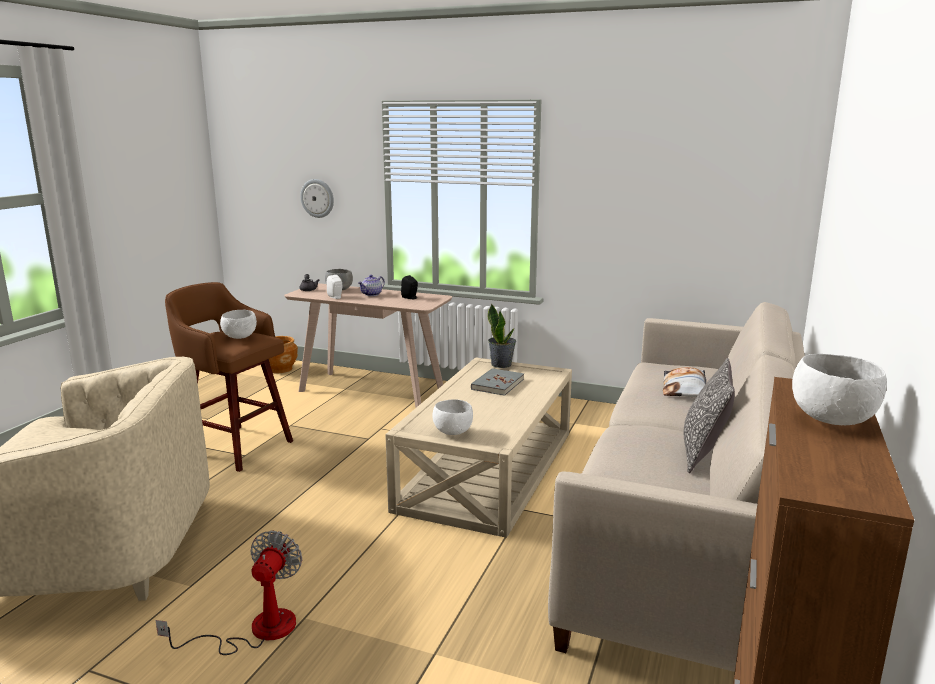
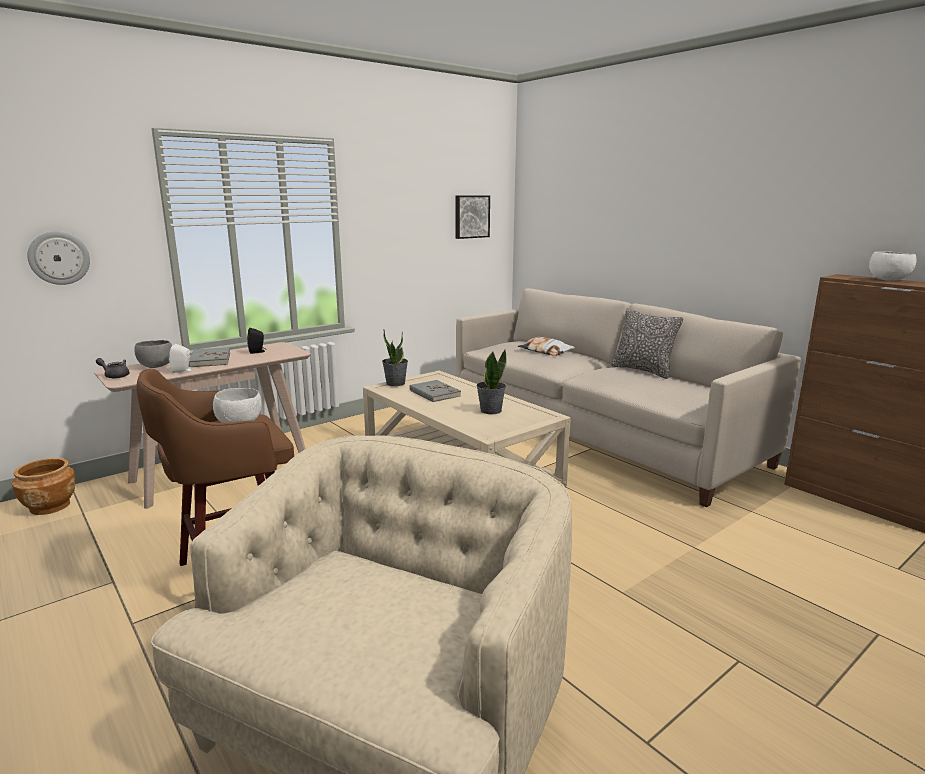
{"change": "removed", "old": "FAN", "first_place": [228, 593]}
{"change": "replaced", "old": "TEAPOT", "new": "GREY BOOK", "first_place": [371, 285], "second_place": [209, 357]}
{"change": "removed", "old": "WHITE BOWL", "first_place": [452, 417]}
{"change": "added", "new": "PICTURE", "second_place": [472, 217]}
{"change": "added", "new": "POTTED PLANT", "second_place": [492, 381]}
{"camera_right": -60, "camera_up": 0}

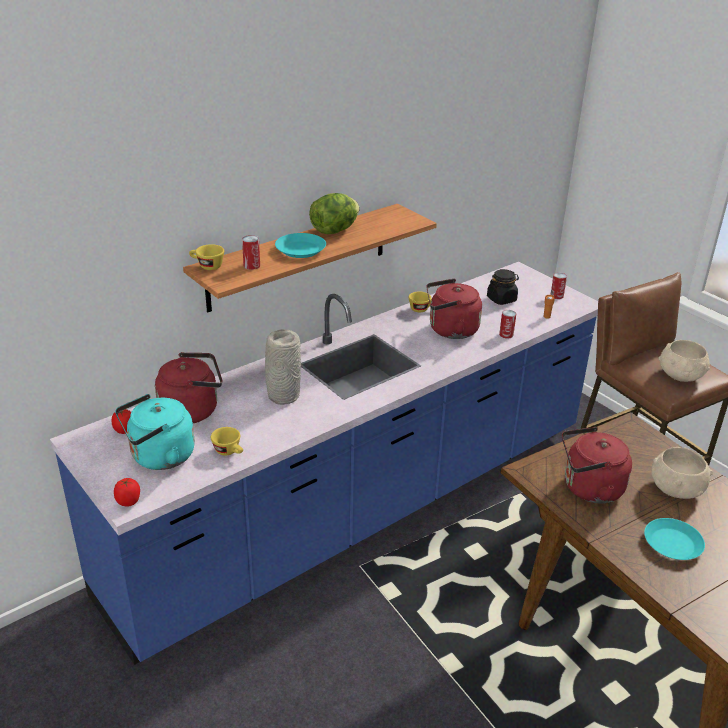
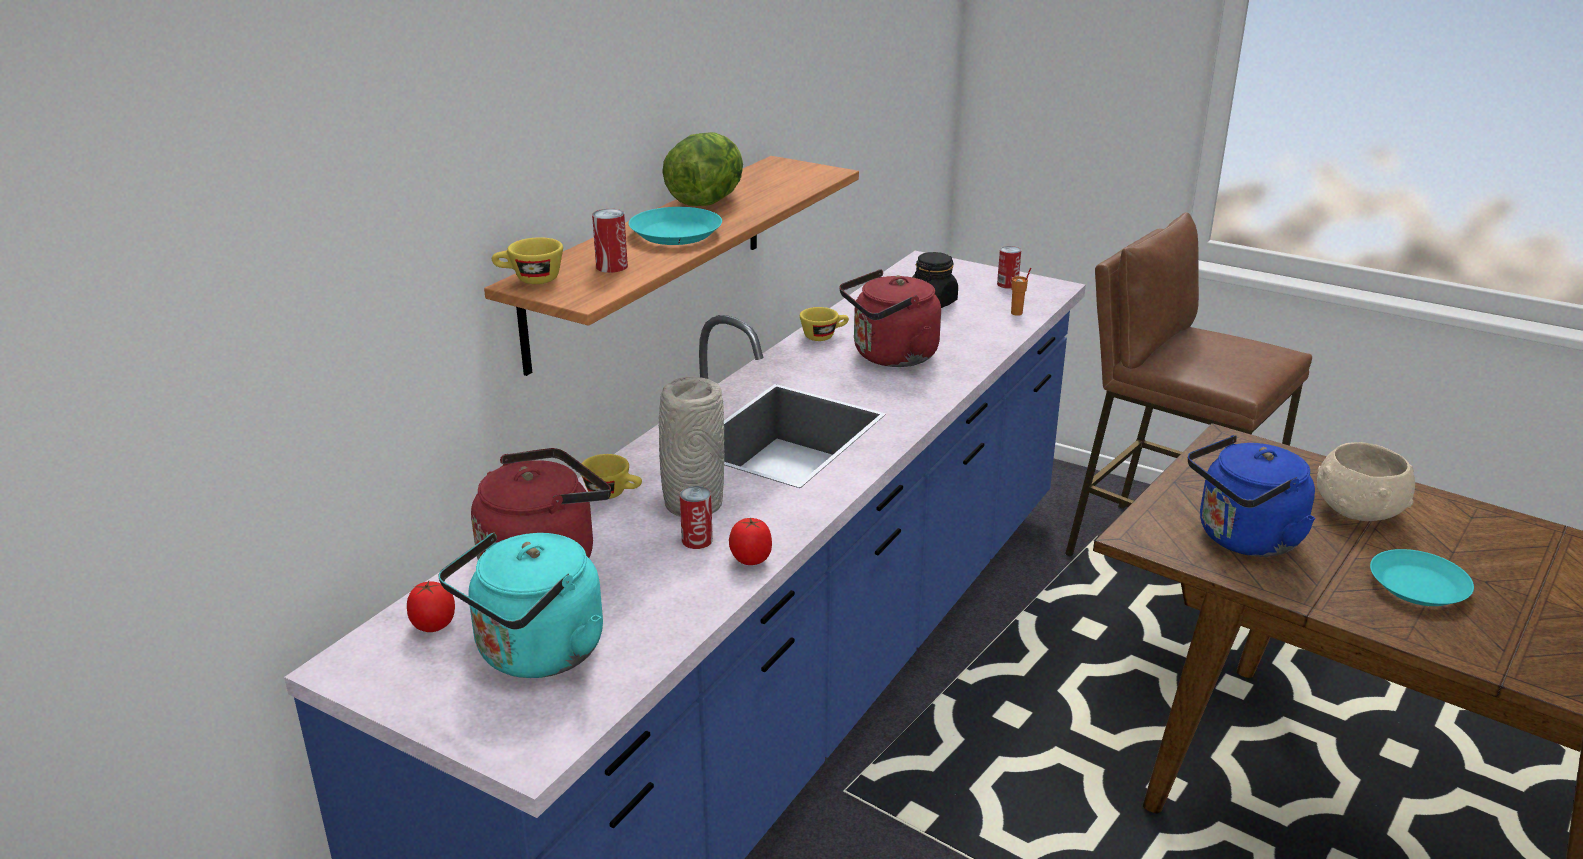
{"change": "moved", "old": "TOMATO", "first_place": [127, 492], "second_place": [750, 541]}
{"change": "moved", "old": "YELLOW CUP", "first_place": [227, 441], "second_place": [611, 476]}
{"change": "moved", "old": "CAN", "first_place": [507, 324], "second_place": [696, 517]}
{"change": "recoloured", "old": "RED KETTLE", "new": "BLUE KETTLE", "first_place": [597, 465], "second_place": [1252, 496]}
{"change": "removed", "old": "BEIGE BOWL", "first_place": [684, 361]}
{"camera_right": -20, "camera_up": -5}

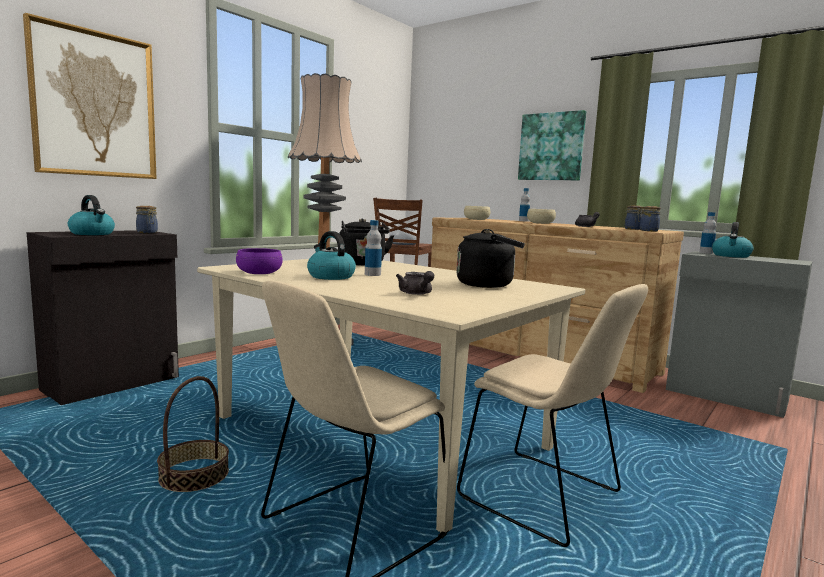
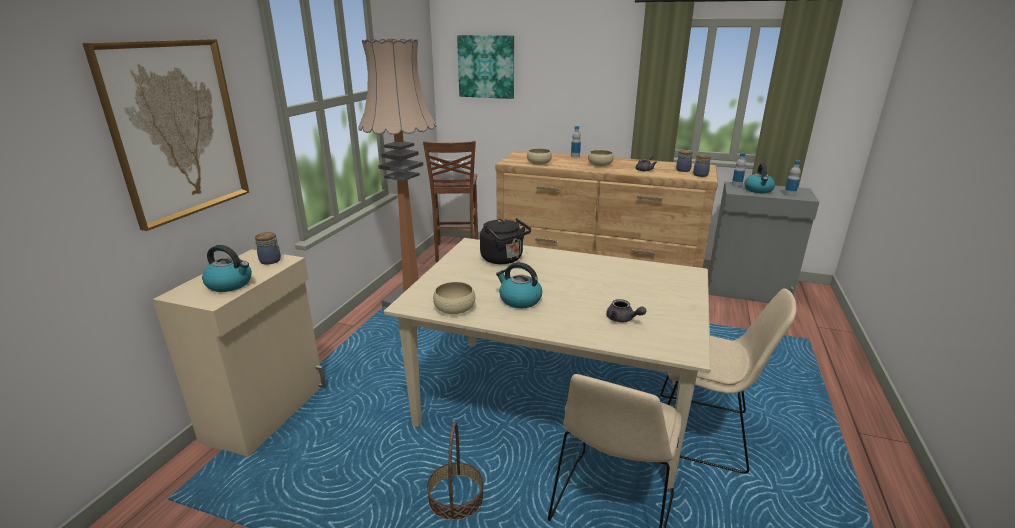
{"change": "recoloured", "old": "BLACK CABINET", "new": "BEIGE CABINET", "first_place": [102, 317], "second_place": [239, 353]}
{"change": "recoloured", "old": "PURPLE BOWL", "new": "BEIGE BOWL", "first_place": [259, 261], "second_place": [454, 298]}
{"change": "moved", "old": "BOTTLE", "first_place": [373, 248], "second_place": [792, 178]}
{"change": "removed", "old": "BLACK KETTLE", "first_place": [490, 258]}
{"change": "moved", "old": "PICTURE", "first_place": [552, 145], "second_place": [485, 67]}
{"camera_right": -20, "camera_up": 15}

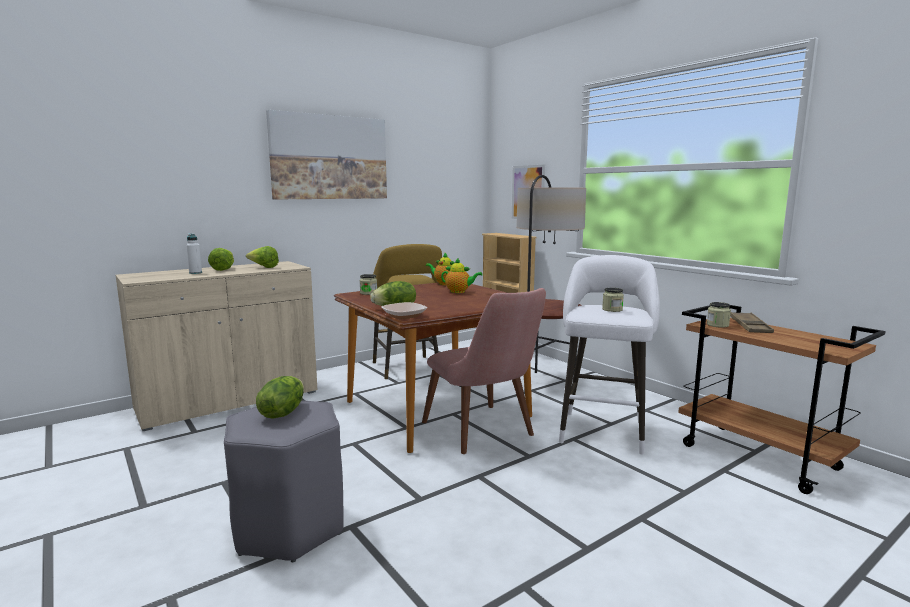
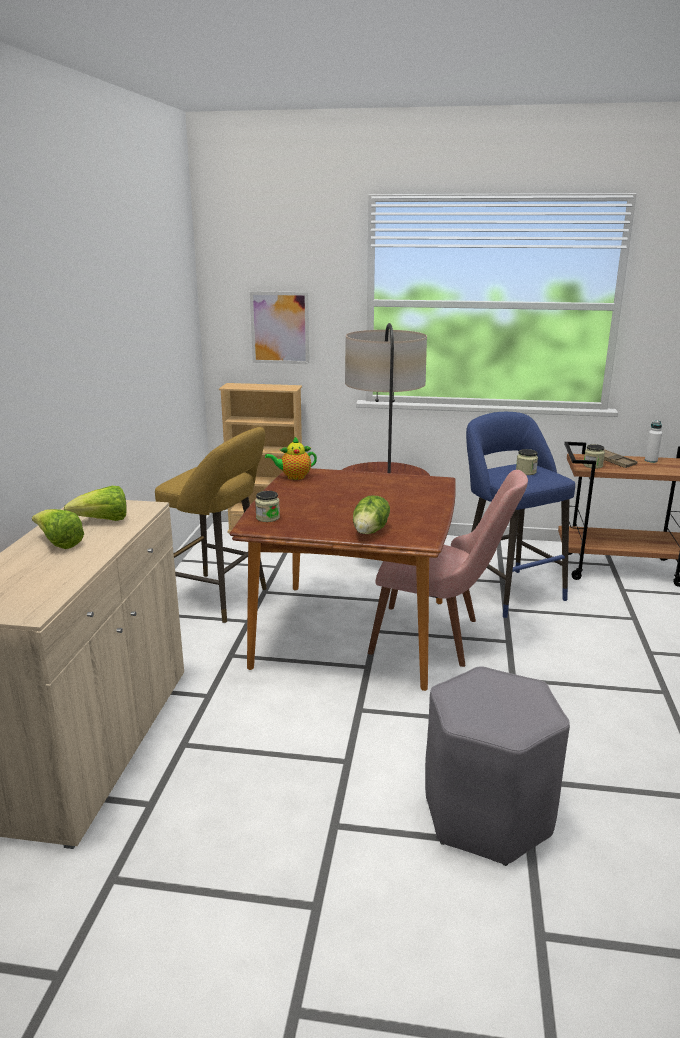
{"change": "moved", "old": "WHITE BOTTLE", "first_place": [194, 253], "second_place": [653, 441]}
{"change": "removed", "old": "LETTUCE", "first_place": [280, 397]}
{"change": "removed", "old": "PICTURE", "first_place": [326, 155]}
{"change": "removed", "old": "BOWL", "first_place": [404, 310]}
{"change": "removed", "old": "TEAPOT", "first_place": [462, 275]}
{"change": "recoloured", "old": "WHITE STOOL", "new": "BLUE STOOL", "first_place": [609, 355], "second_place": [520, 515]}
{"camera_right": -45, "camera_up": 10}

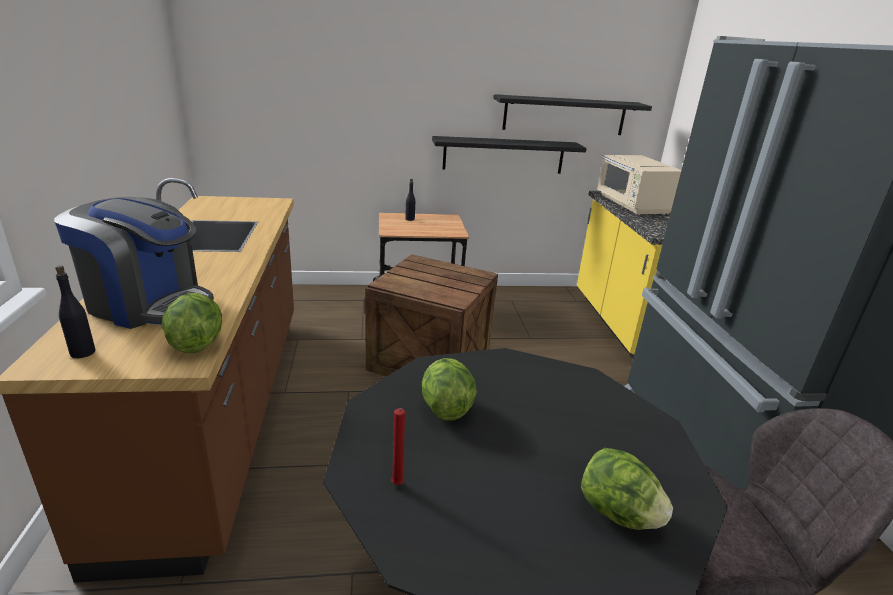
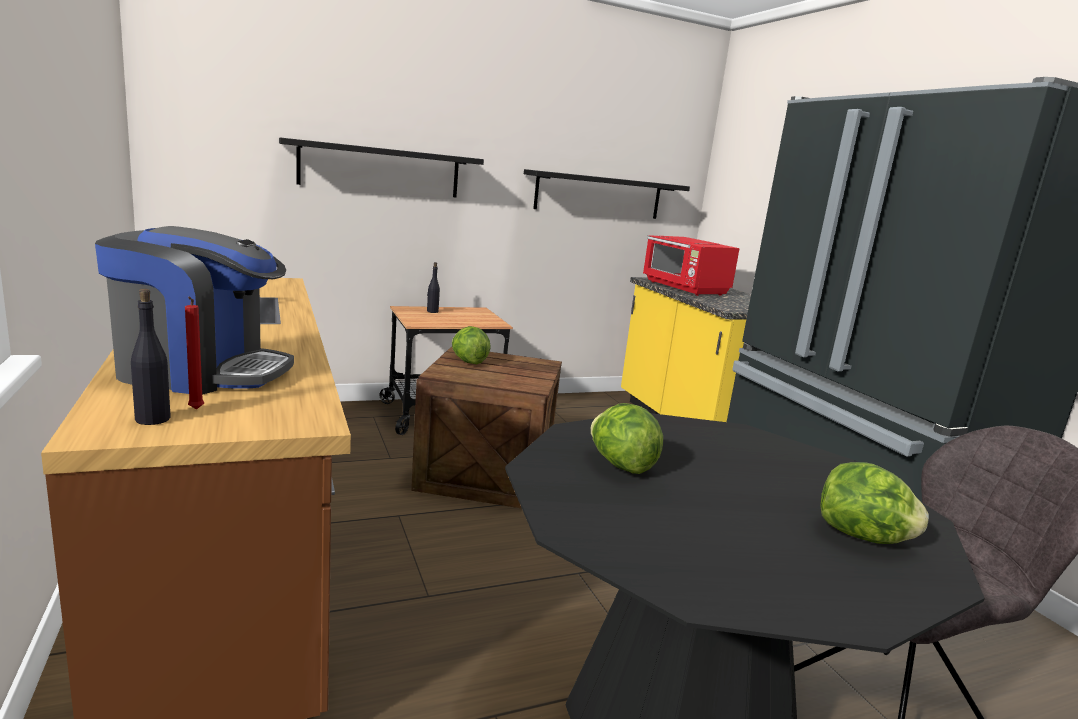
{"change": "moved", "old": "LETTUCE", "first_place": [192, 322], "second_place": [471, 345]}
{"change": "moved", "old": "RED CANDLE", "first_place": [398, 446], "second_place": [194, 353]}
{"change": "moved", "old": "BLACK SHELF", "first_place": [509, 155], "second_place": [381, 167]}
{"change": "recoloured", "old": "BEIGE MICROWAVE", "new": "RED MICROWAVE", "first_place": [639, 185], "second_place": [691, 265]}
{"camera_right": -15, "camera_up": -10}

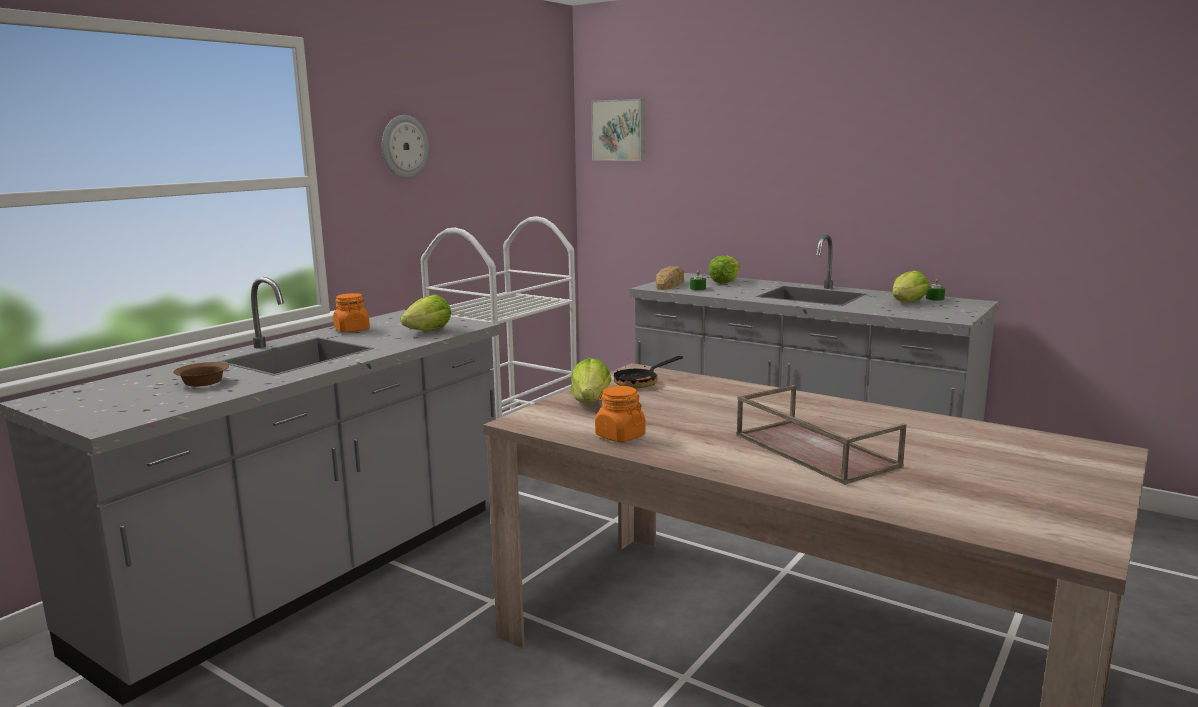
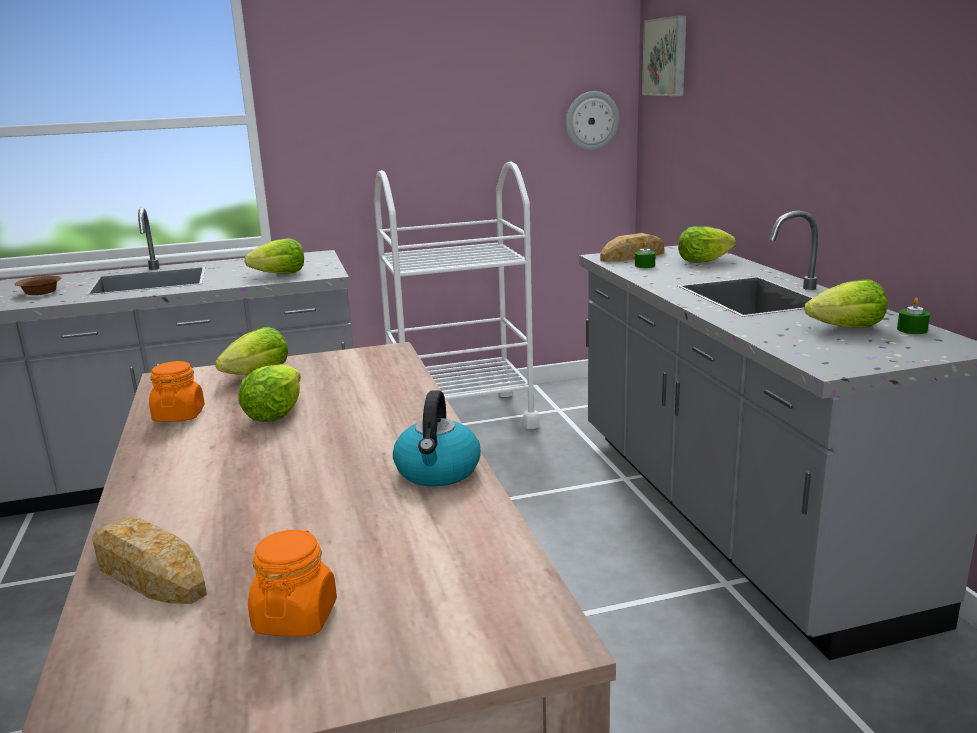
{"change": "moved", "old": "ORANGE JAR", "first_place": [351, 312], "second_place": [292, 583]}
{"change": "moved", "old": "WALL CLOCK", "first_place": [405, 146], "second_place": [592, 121]}
{"change": "removed", "old": "FRYING PAN", "first_place": [648, 372]}
{"change": "removed", "old": "BROWN TRAY", "first_place": [821, 435]}
{"change": "added", "new": "BREAD", "second_place": [149, 560]}
{"change": "added", "new": "LETTUCE", "second_place": [269, 393]}
{"change": "added", "new": "KETTLE", "second_place": [437, 438]}
{"camera_right": 40, "camera_up": 5}

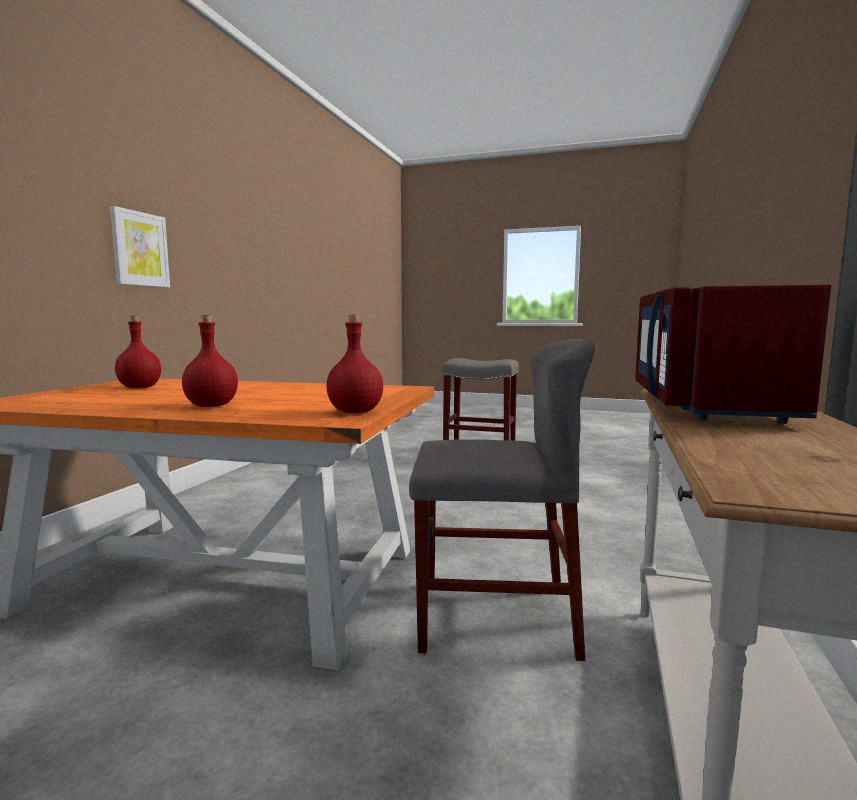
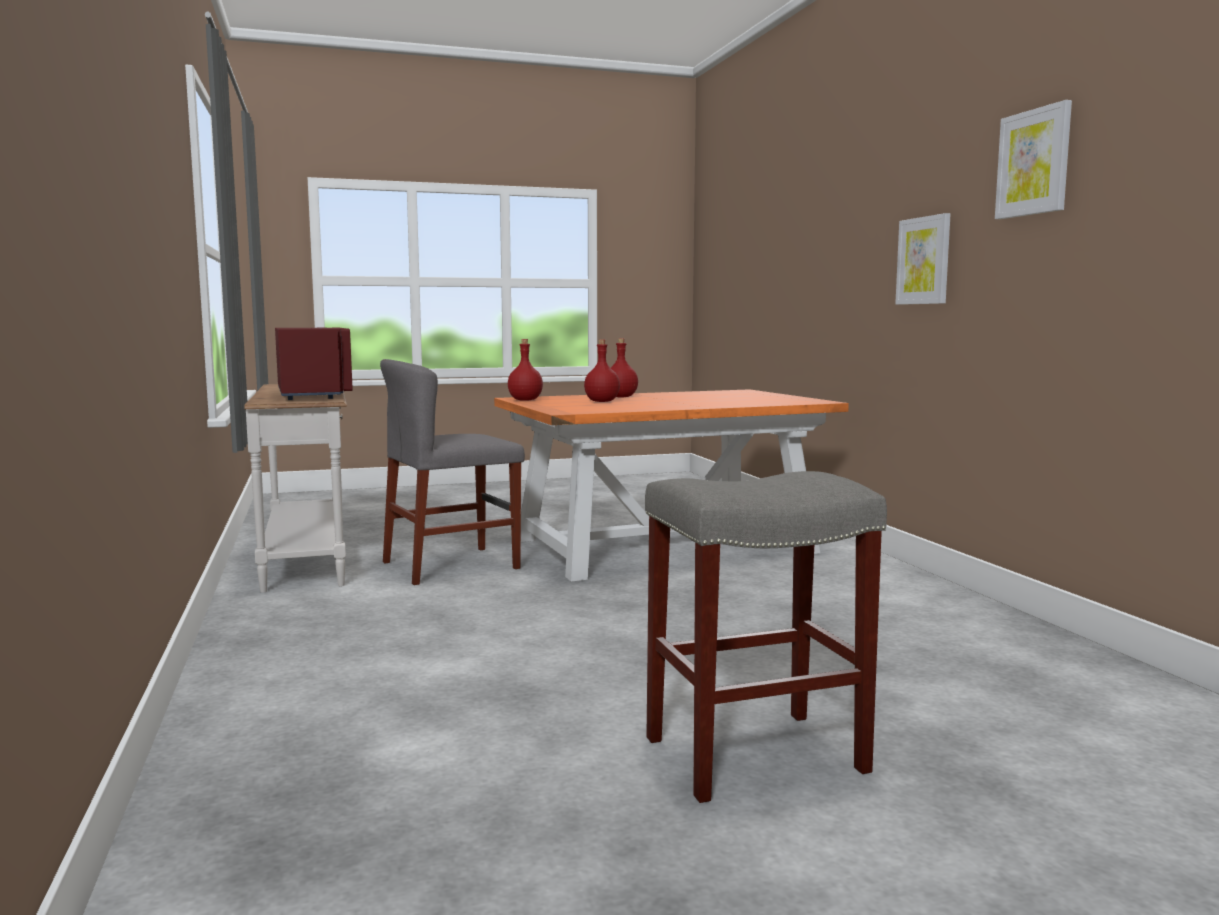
{"change": "moved", "old": "RED BOTTLE", "first_place": [138, 352], "second_place": [602, 370]}
{"change": "added", "new": "PICTURE", "second_place": [1033, 159]}
{"camera_right": 145, "camera_up": 0}

